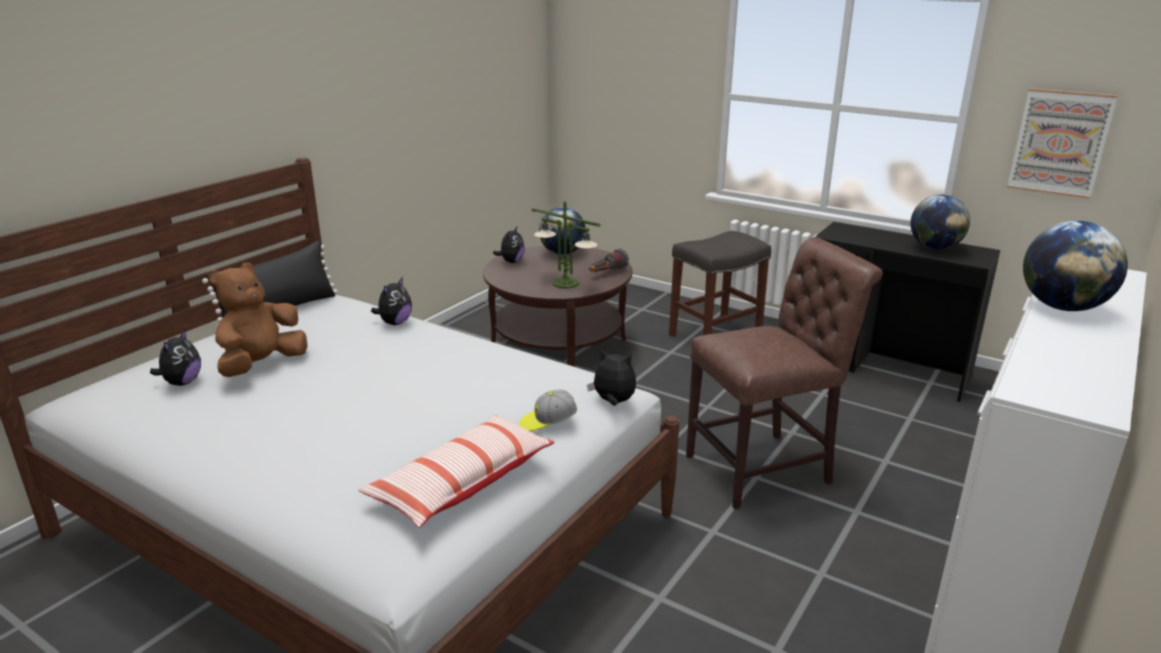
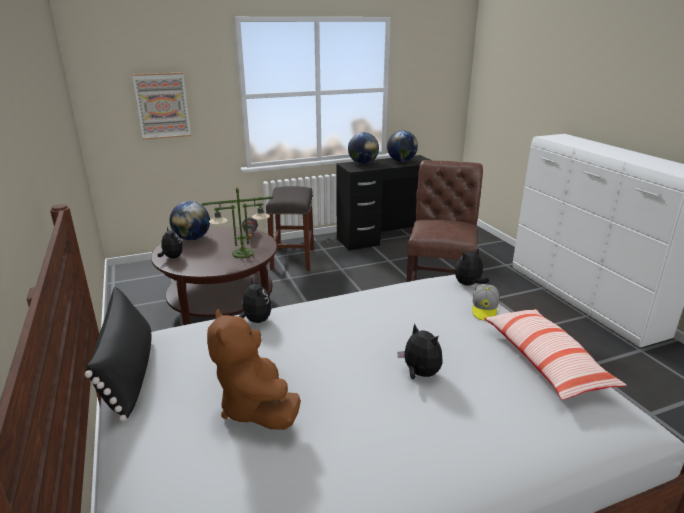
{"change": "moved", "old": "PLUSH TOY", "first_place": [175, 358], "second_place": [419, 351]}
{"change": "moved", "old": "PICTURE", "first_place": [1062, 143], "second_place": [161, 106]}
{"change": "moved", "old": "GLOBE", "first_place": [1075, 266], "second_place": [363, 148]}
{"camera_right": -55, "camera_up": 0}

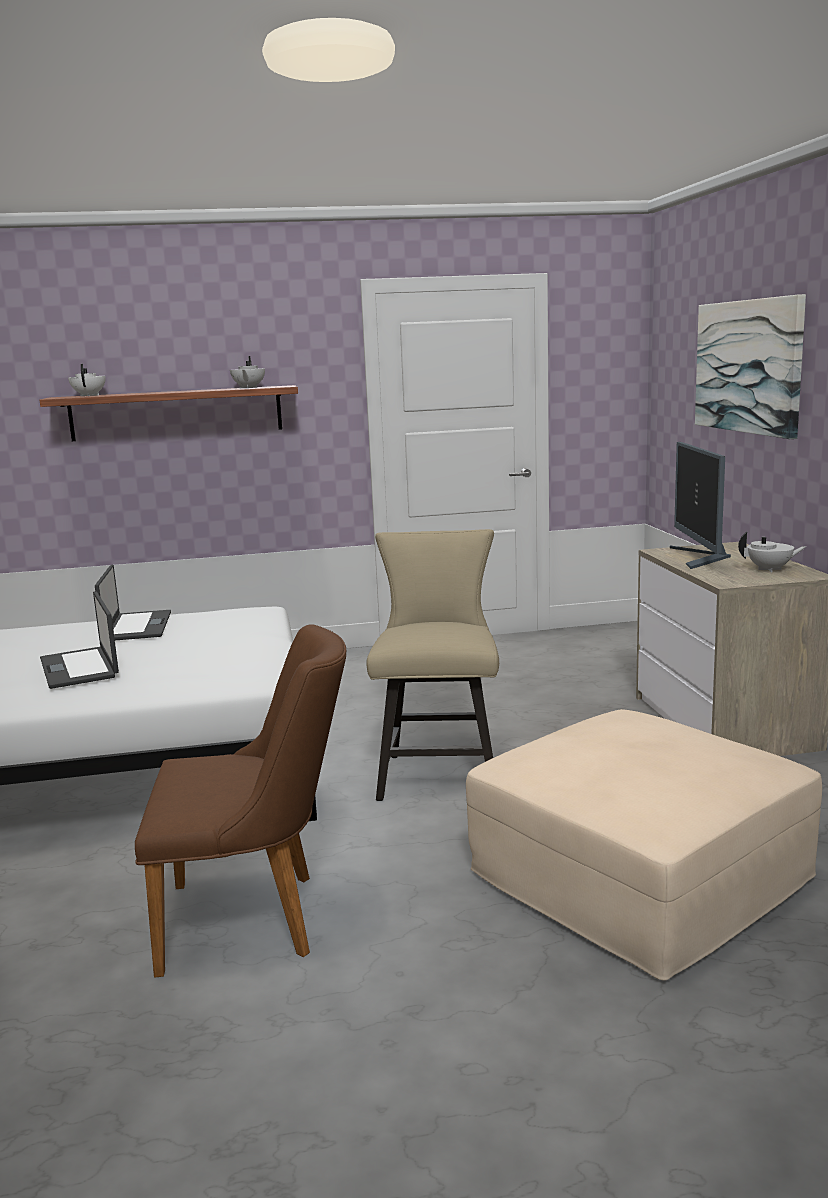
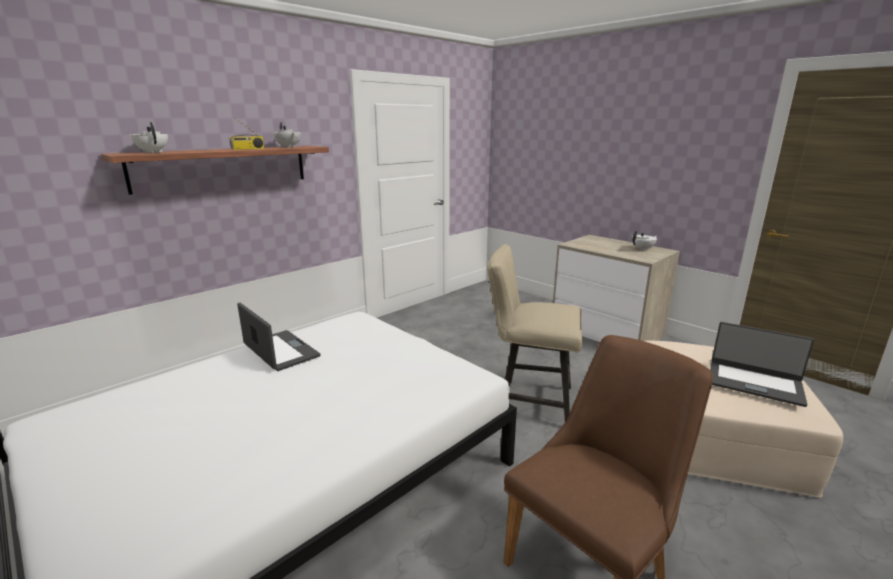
{"change": "moved", "old": "LAPTOP", "first_place": [79, 640], "second_place": [762, 364]}
{"change": "turned", "old": "BEIGE CHAIR", "first_place": [433, 665], "second_place": [534, 333], "degrees": -45}
{"change": "removed", "old": "MONITOR", "first_place": [700, 505]}
{"change": "removed", "old": "PICTURE", "first_place": [750, 366]}
{"change": "added", "new": "RADIO", "second_place": [246, 133]}
{"camera_right": -35, "camera_up": 5}

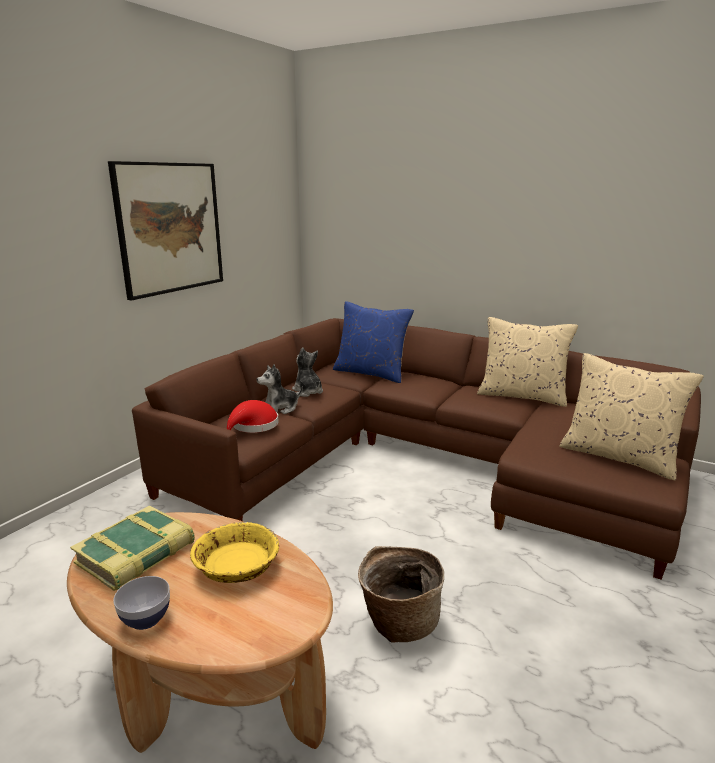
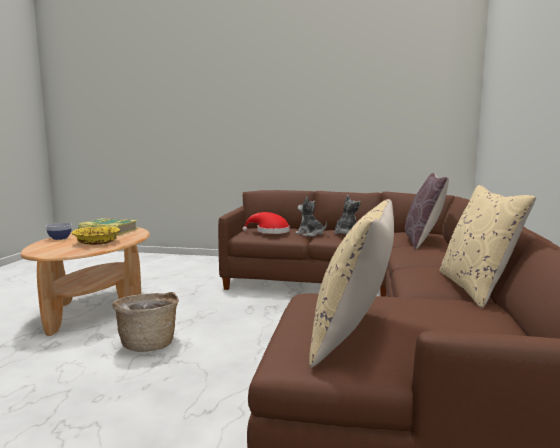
{"change": "removed", "old": "PICTURE", "first_place": [165, 231]}
{"change": "recoloured", "old": "BLUE PILLOW", "new": "BROWN PILLOW", "first_place": [373, 342], "second_place": [427, 211]}
{"camera_right": 70, "camera_up": -10}

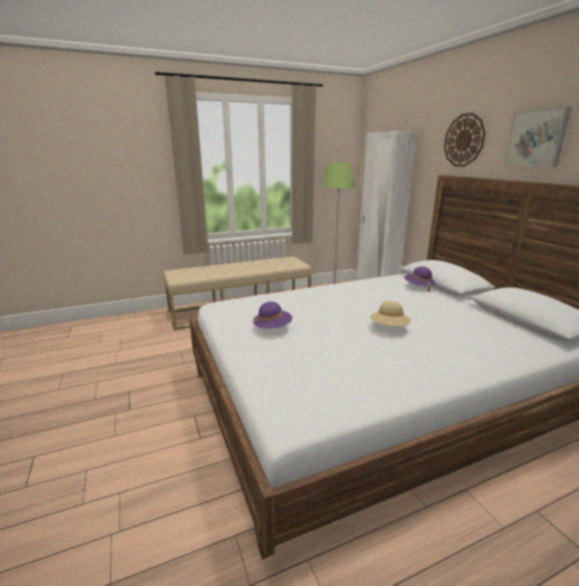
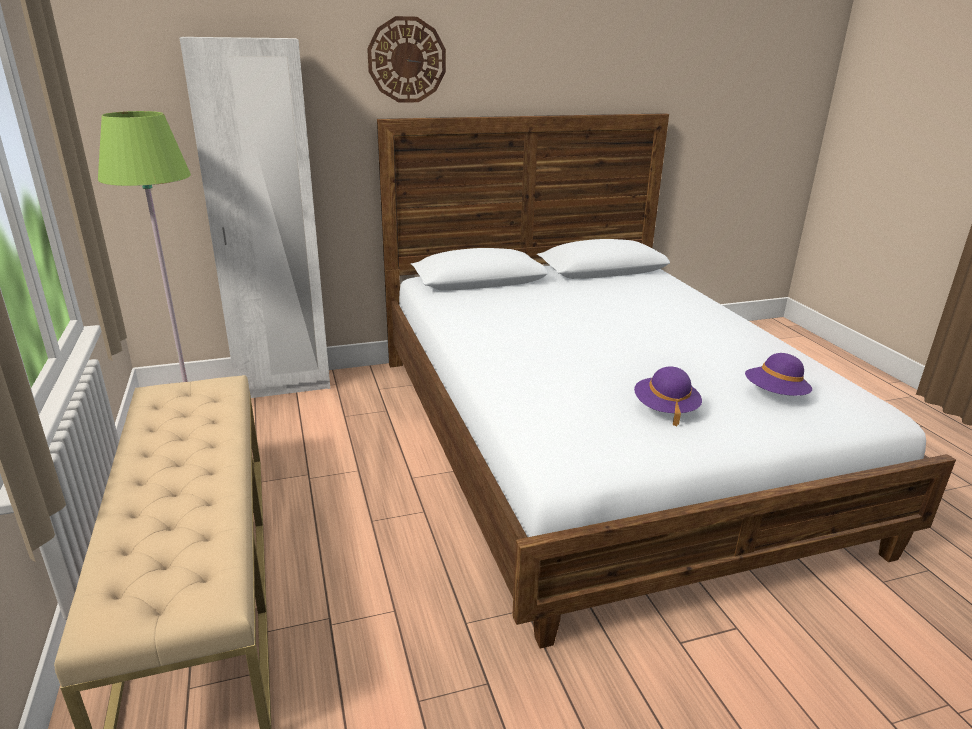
{"change": "removed", "old": "BEIGE HAT", "first_place": [390, 313]}
{"change": "moved", "old": "PURPLE HAT", "first_place": [420, 279], "second_place": [778, 374]}
{"change": "removed", "old": "PICTURE", "first_place": [538, 137]}
{"camera_right": -85, "camera_up": 5}

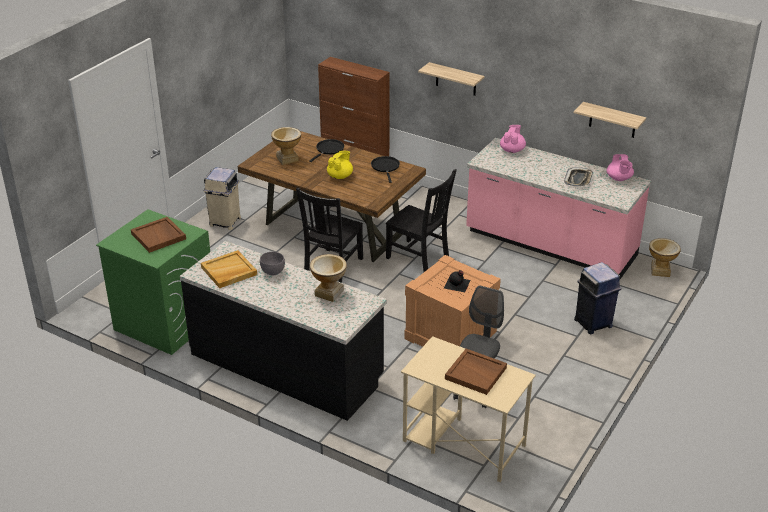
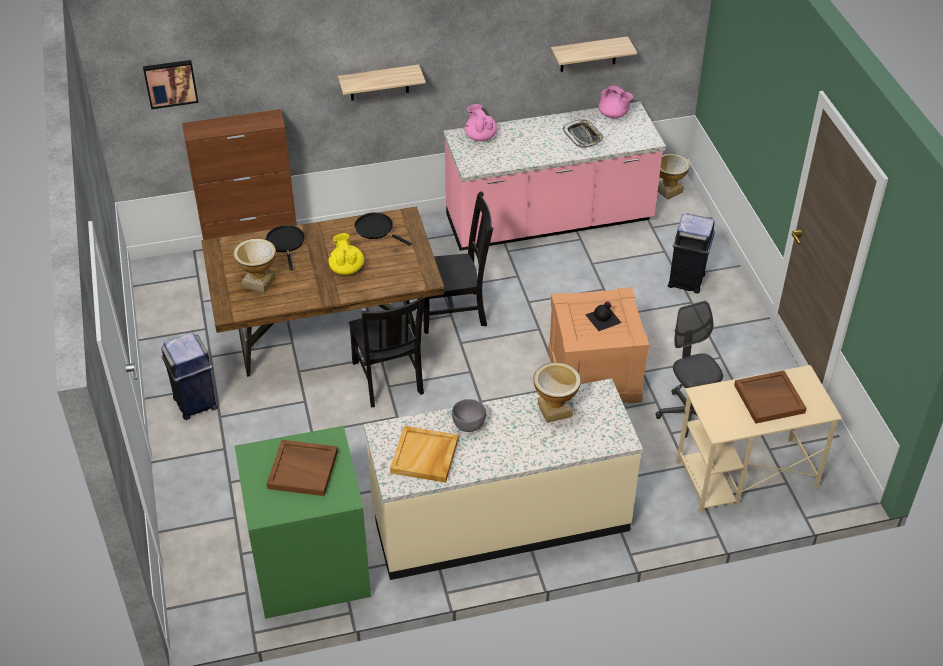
{"change": "recoloured", "old": "BLACK COUNTER", "new": "BEIGE COUNTER", "first_place": [283, 331], "second_place": [503, 479]}
{"change": "recoloured", "old": "BEIGE TRASH CAN", "new": "BLUE TRASH CAN", "first_place": [222, 198], "second_place": [189, 376]}
{"change": "added", "new": "PICTURE", "second_place": [171, 84]}
{"camera_right": -45, "camera_up": 10}

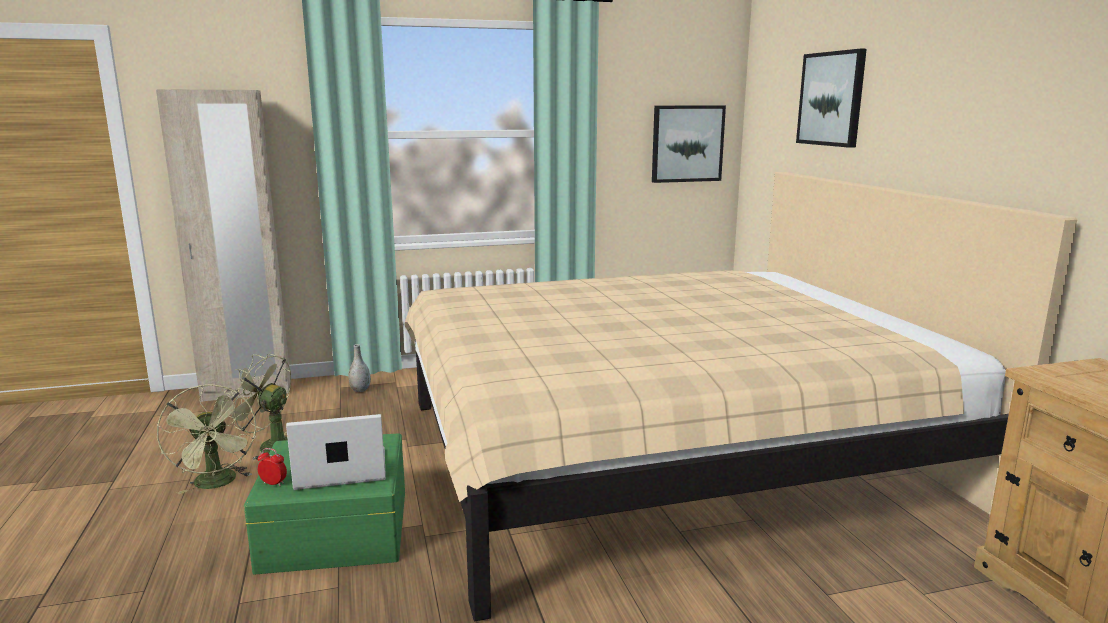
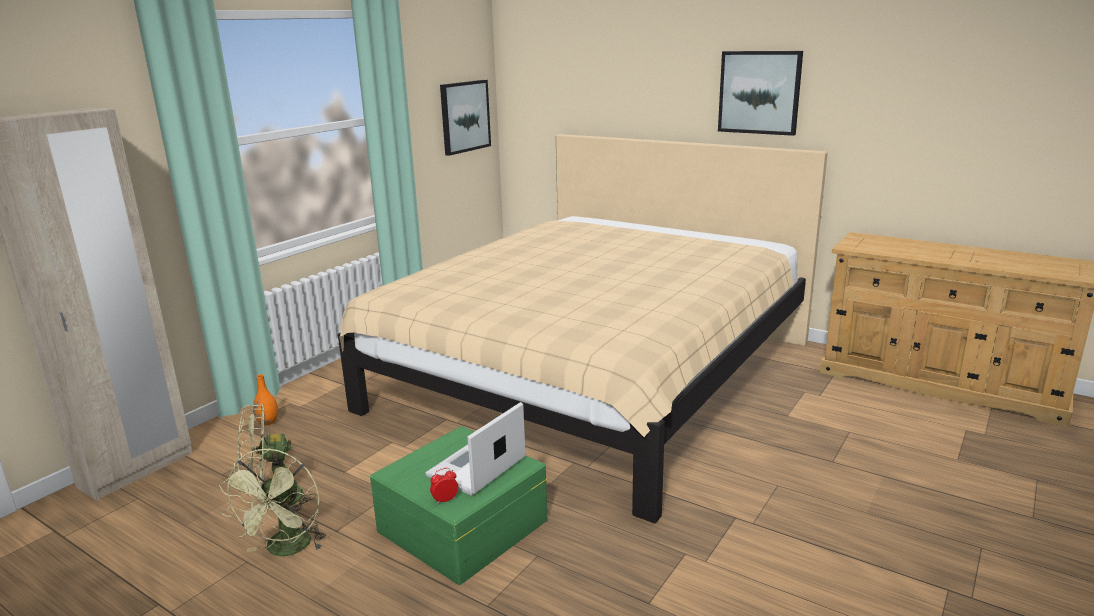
{"change": "turned", "old": "GREEN FAN", "first_place": [206, 439], "second_place": [272, 502], "degrees": 75}
{"change": "recoloured", "old": "GREY VASE", "new": "ORANGE VASE", "first_place": [359, 368], "second_place": [265, 399]}
{"change": "moved", "old": "PICTURE", "first_place": [831, 98], "second_place": [760, 93]}
{"camera_right": -40, "camera_up": 5}

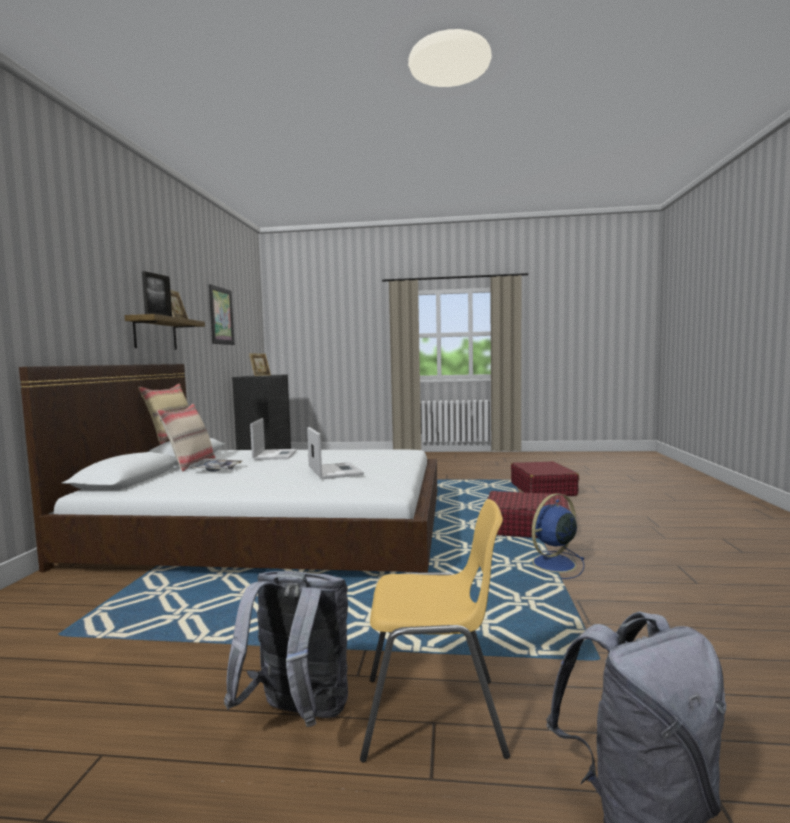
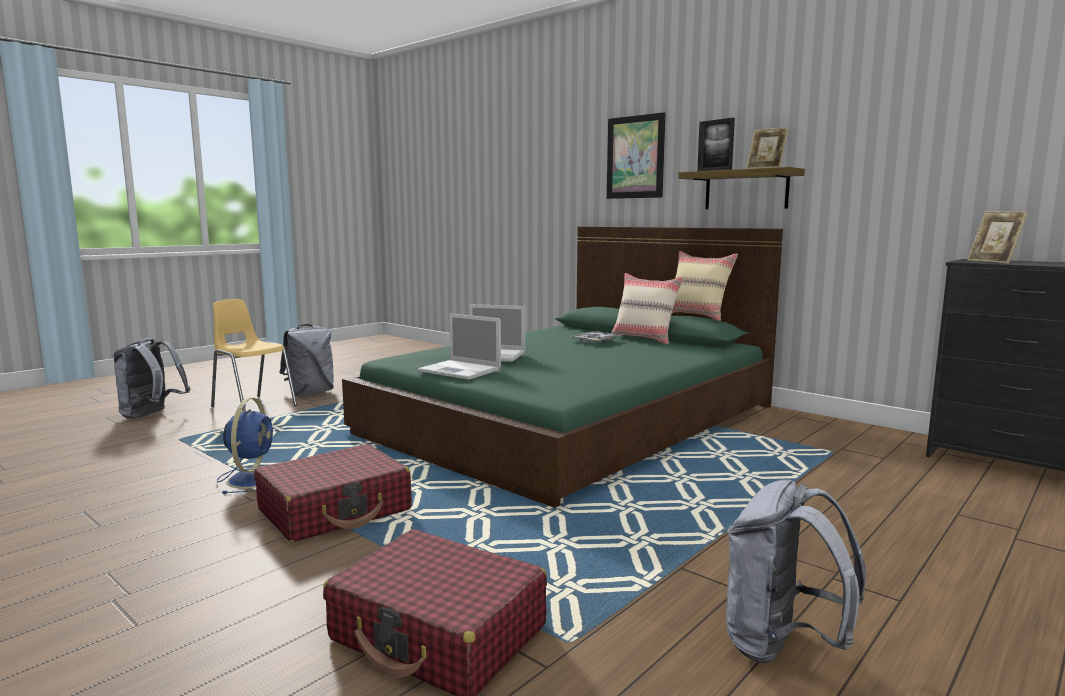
{"change": "recoloured", "old": "WHITE BED", "new": "GREEN BED", "first_place": [228, 468], "second_place": [562, 367]}
{"change": "moved", "old": "PICTURE", "first_place": [222, 314], "second_place": [636, 155]}
{"change": "moved", "old": "LAPTOP", "first_place": [273, 439], "second_place": [459, 346]}
{"change": "turned", "old": "YELLOW CHAIR", "first_place": [435, 631], "second_place": [254, 355], "degrees": 90}
{"change": "added", "new": "GREY BACKPACK", "second_place": [796, 571]}
{"camera_right": 125, "camera_up": 5}

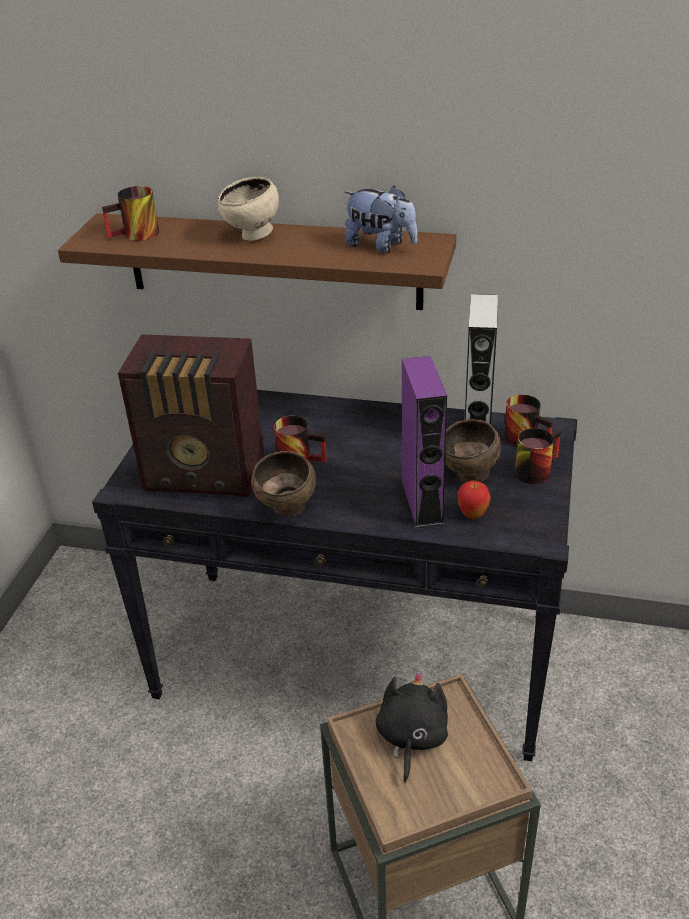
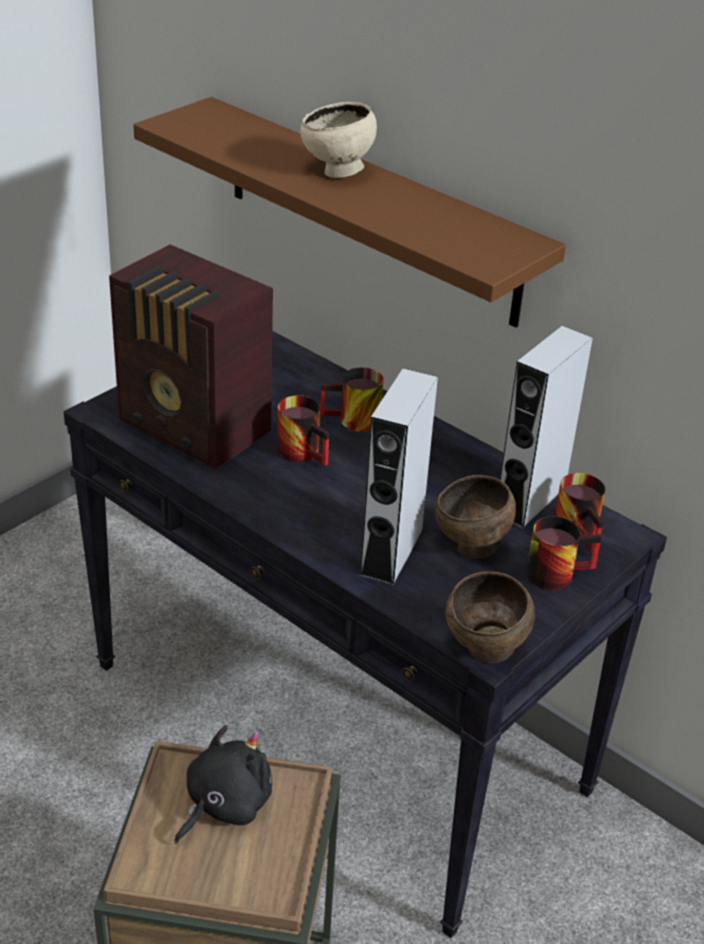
{"change": "moved", "old": "MUG", "first_place": [130, 213], "second_place": [351, 399]}
{"change": "moved", "old": "BROWN BOWL", "first_place": [283, 484], "second_place": [490, 617]}
{"change": "removed", "old": "PLUSH TOY", "first_place": [380, 220]}
{"change": "recoloured", "old": "PURPLE SPEAKER", "new": "GREY SPEAKER", "first_place": [424, 442], "second_place": [398, 477]}
{"change": "removed", "old": "APPLE", "first_place": [474, 500]}
{"camera_right": 25, "camera_up": 0}

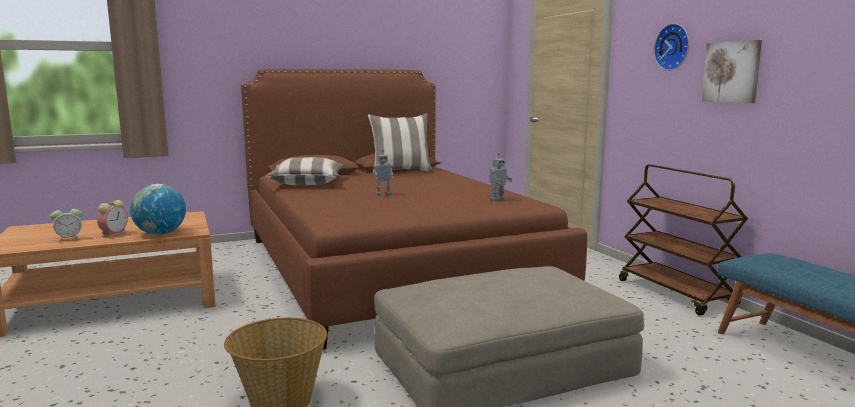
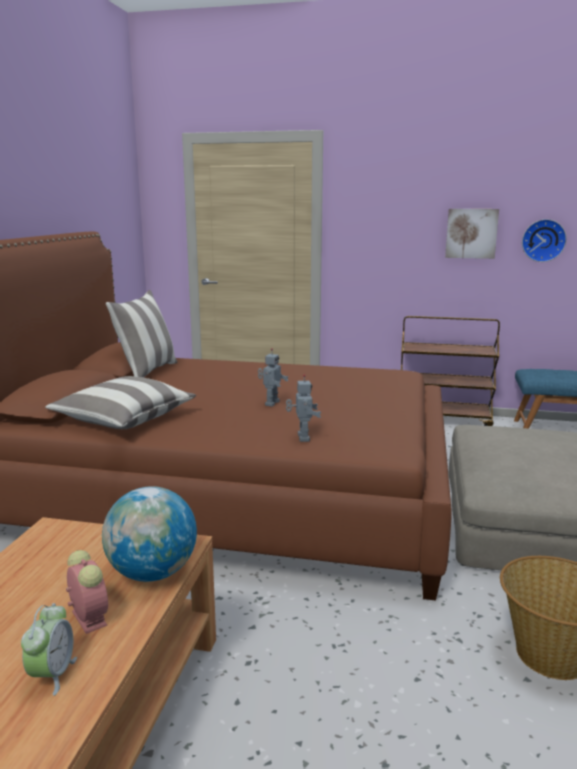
{"change": "moved", "old": "TOY ROBOT", "first_place": [501, 177], "second_place": [303, 408]}
{"change": "moved", "old": "WALL CLOCK", "first_place": [671, 47], "second_place": [544, 240]}
{"camera_right": -55, "camera_up": 5}

